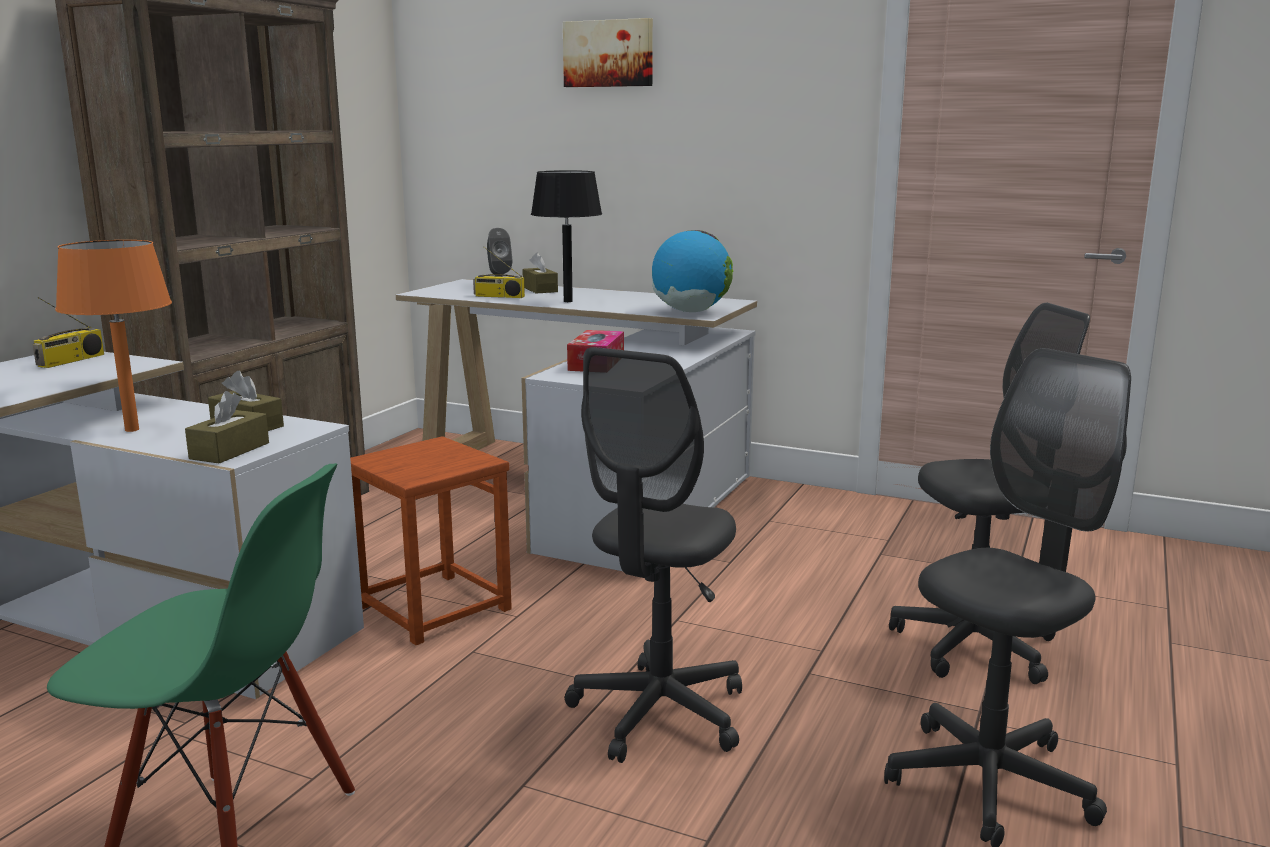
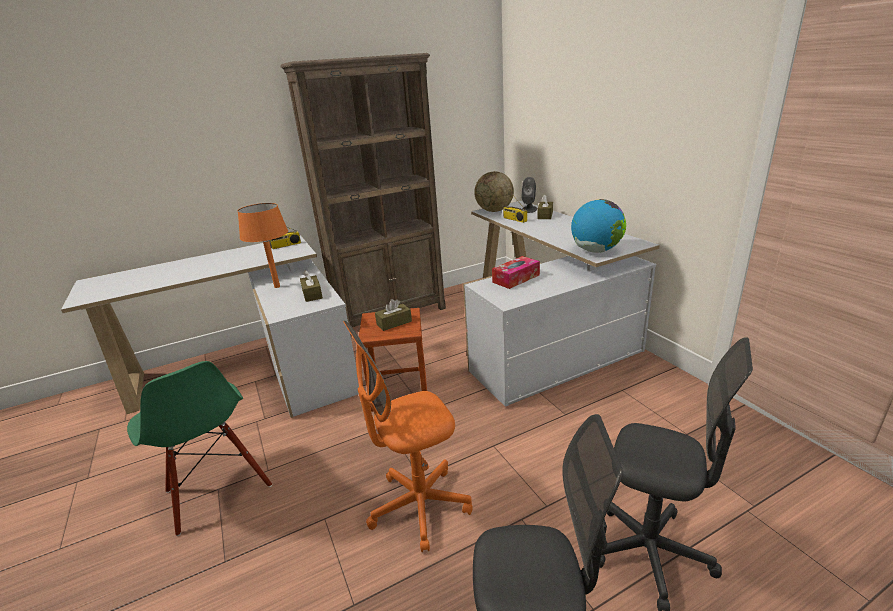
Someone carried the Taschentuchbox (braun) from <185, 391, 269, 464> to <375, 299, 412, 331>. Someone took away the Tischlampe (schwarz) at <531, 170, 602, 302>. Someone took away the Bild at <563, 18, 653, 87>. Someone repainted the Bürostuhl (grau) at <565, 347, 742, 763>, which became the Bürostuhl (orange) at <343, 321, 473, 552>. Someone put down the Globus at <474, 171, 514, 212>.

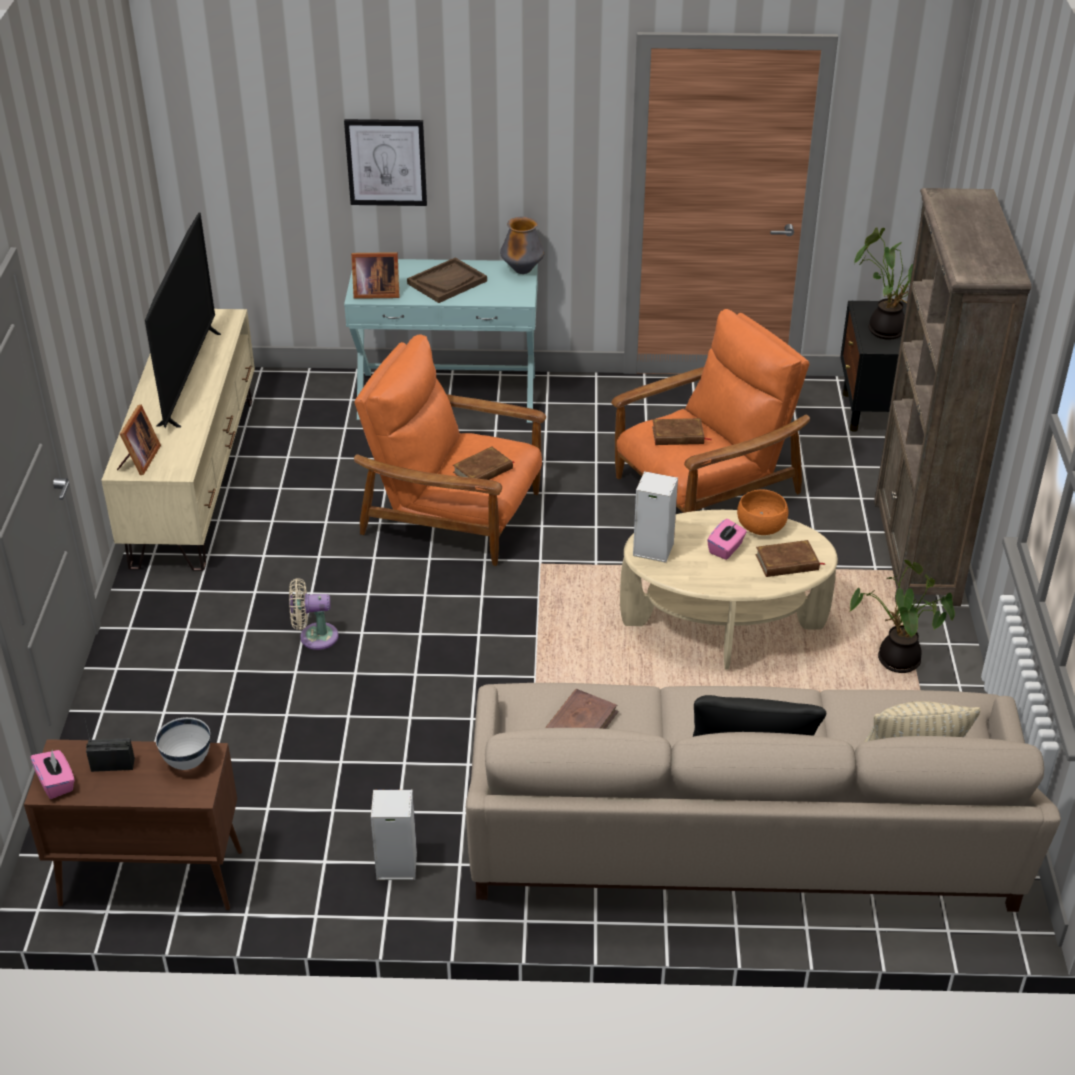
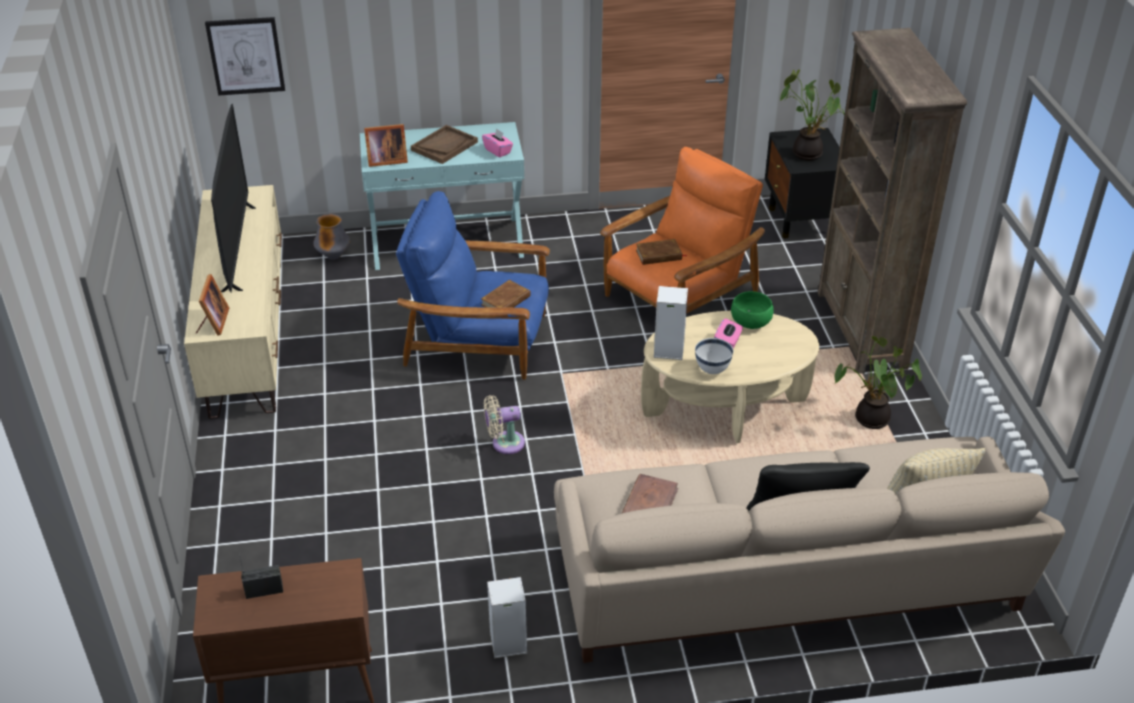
Someone carried the Taschentuchbox (rosa) from <31, 750, 75, 799> to <482, 128, 513, 157>. Someone carried the Schüssel (weiß) from <156, 717, 210, 770> to <695, 338, 734, 374>. Someone carried the Ventilator (beige) from <289, 578, 339, 650> to <484, 395, 525, 454>. Someone carried the Bild from <344, 119, 427, 206> to <205, 17, 285, 96>. Someone repainted the Sessel (orange) at <354, 334, 546, 566>, which became the Sessel (blau) at <396, 191, 550, 380>. Someone carried the Vase from <500, 216, 545, 274> to <313, 214, 350, 260>. Someone repainted the Schüssel (orange) at <737, 489, 788, 535>, which became the Schüssel (grün) at <731, 291, 774, 329>. Someone took away the Buch (braun) at <755, 540, 826, 577>.

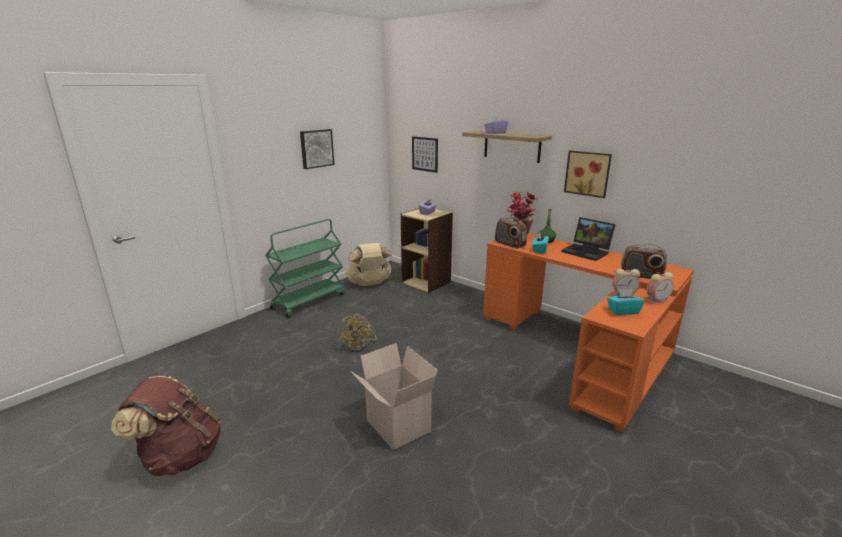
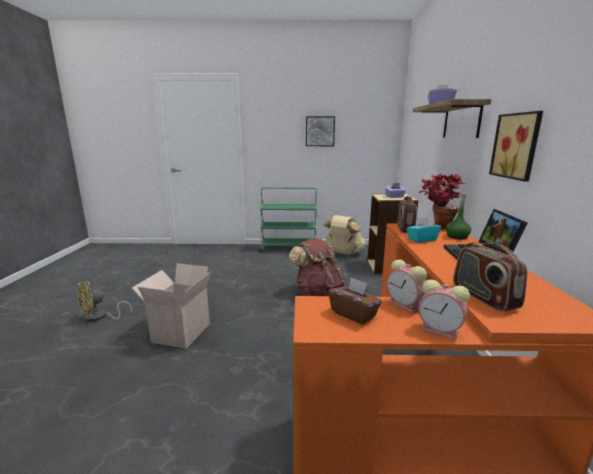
Someone carried the Rucksack (braun) from <111, 376, 221, 476> to <289, 238, 345, 296>. Someone carried the Ventilator (gelb) from <338, 314, 377, 352> to <77, 281, 132, 322>. Someone took away the Bild at <412, 136, 438, 173>. Someone repainted the Taschentuchbox (türkis) at <607, 289, 645, 315>, which became the Taschentuchbox (braun) at <328, 277, 382, 325>.

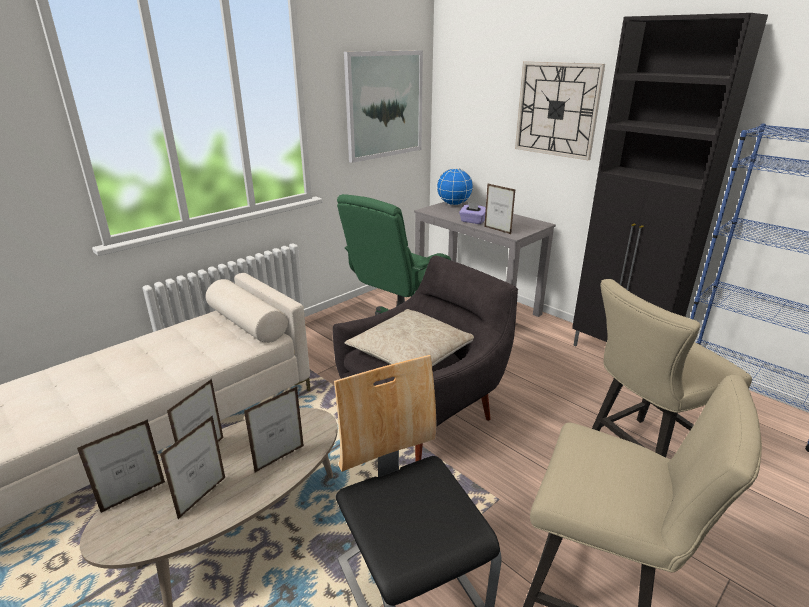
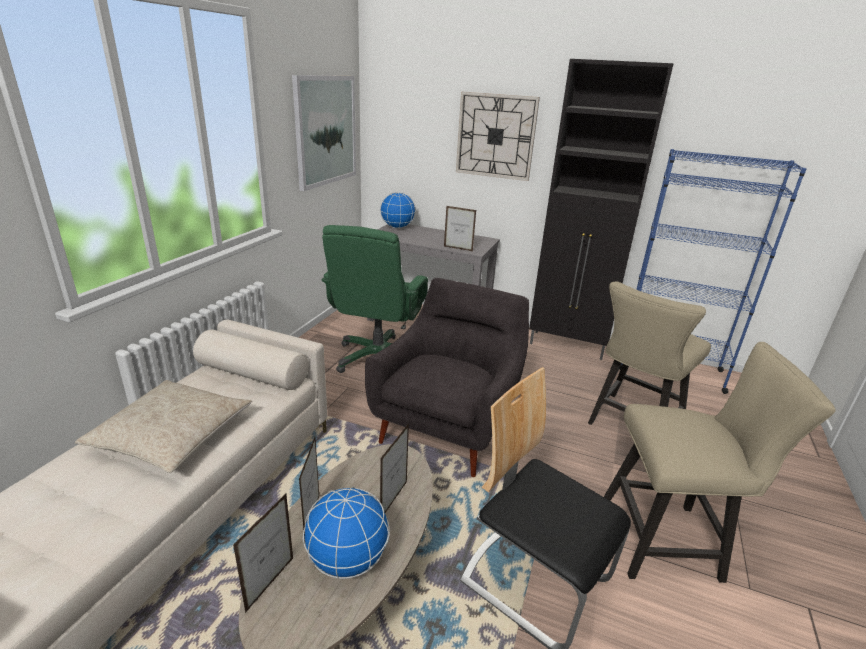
Someone swapped the Bilderrahmen at <160, 415, 226, 519> for the Globus at <303, 487, 390, 579>. Someone carried the Kissen (beige) from <344, 309, 474, 367> to <75, 380, 252, 473>. Someone took away the Taschentuchbox (lila) at <459, 202, 486, 224>.

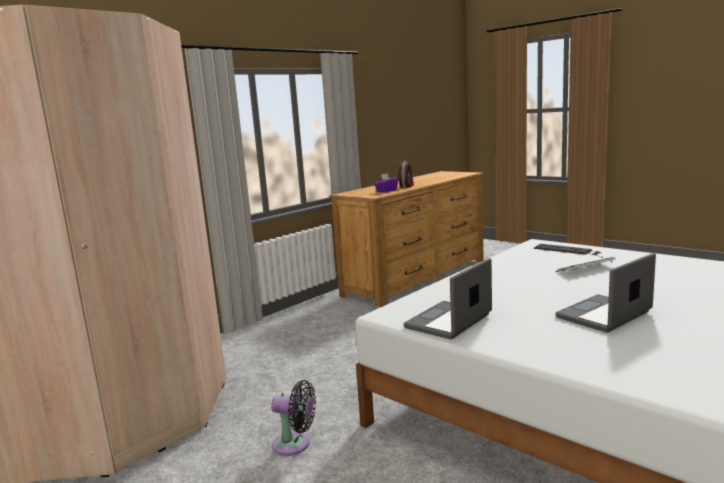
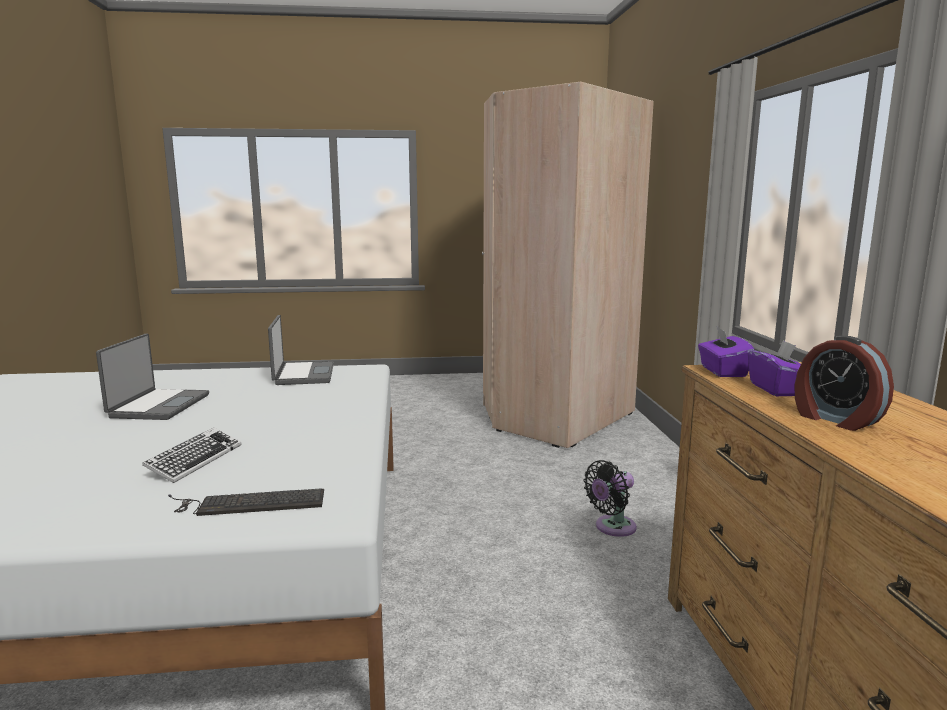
Someone carried the Ventilator (schwarz) from <271, 380, 316, 456> to <584, 460, 637, 537>. Someone put down the Taschentuchbox (lila) at <698, 327, 754, 377>.

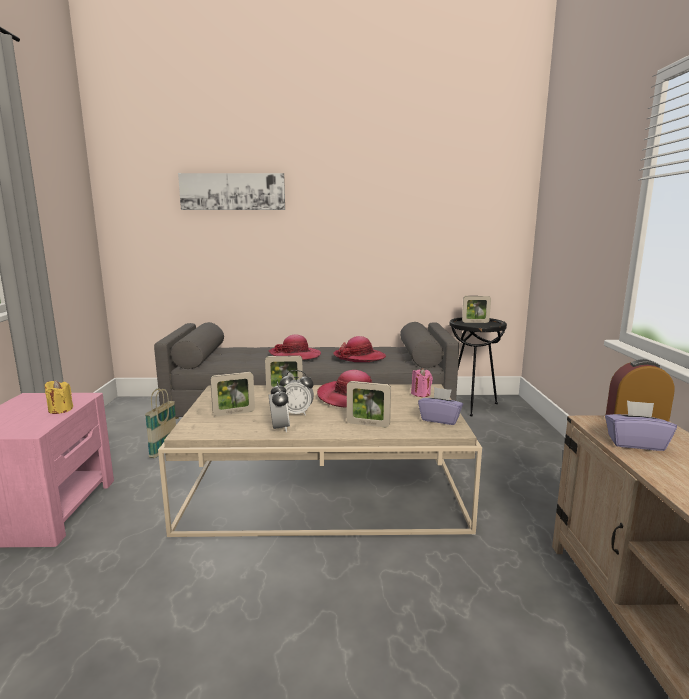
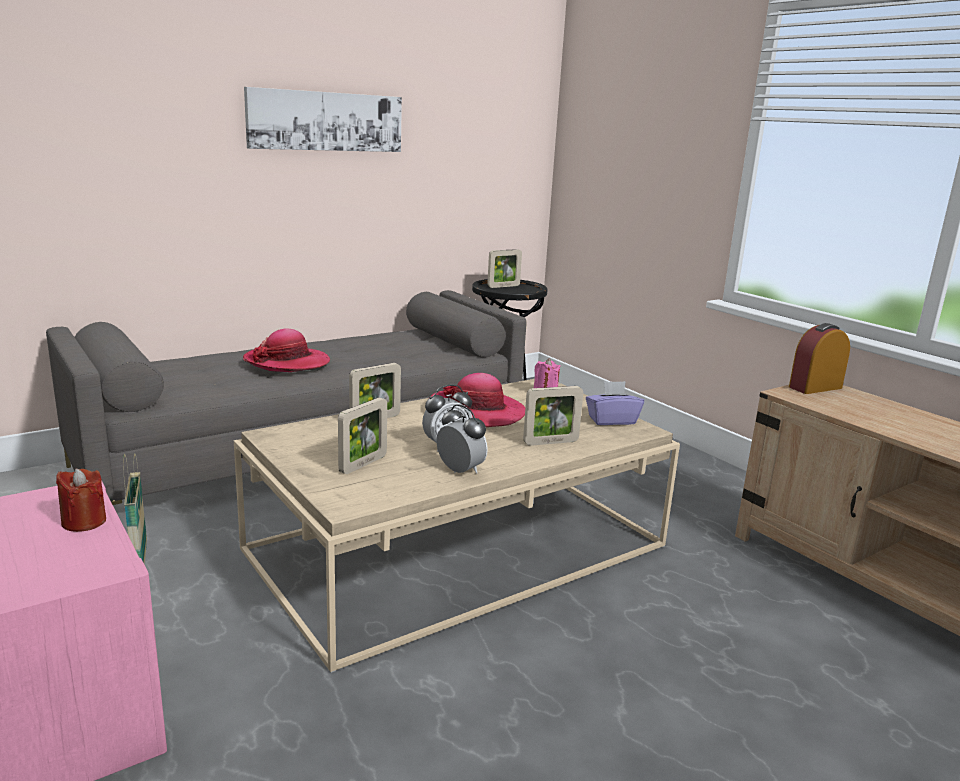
Someone repainted the Kerze (gelb) at <45, 380, 73, 414>, which became the Kerze (rot) at <56, 469, 106, 532>. Someone carried the Bild from <178, 173, 285, 210> to <244, 87, 402, 152>. Someone took away the Hut at <333, 336, 386, 362>. Someone took away the Taschentuchbox (lila) at <605, 401, 677, 451>.

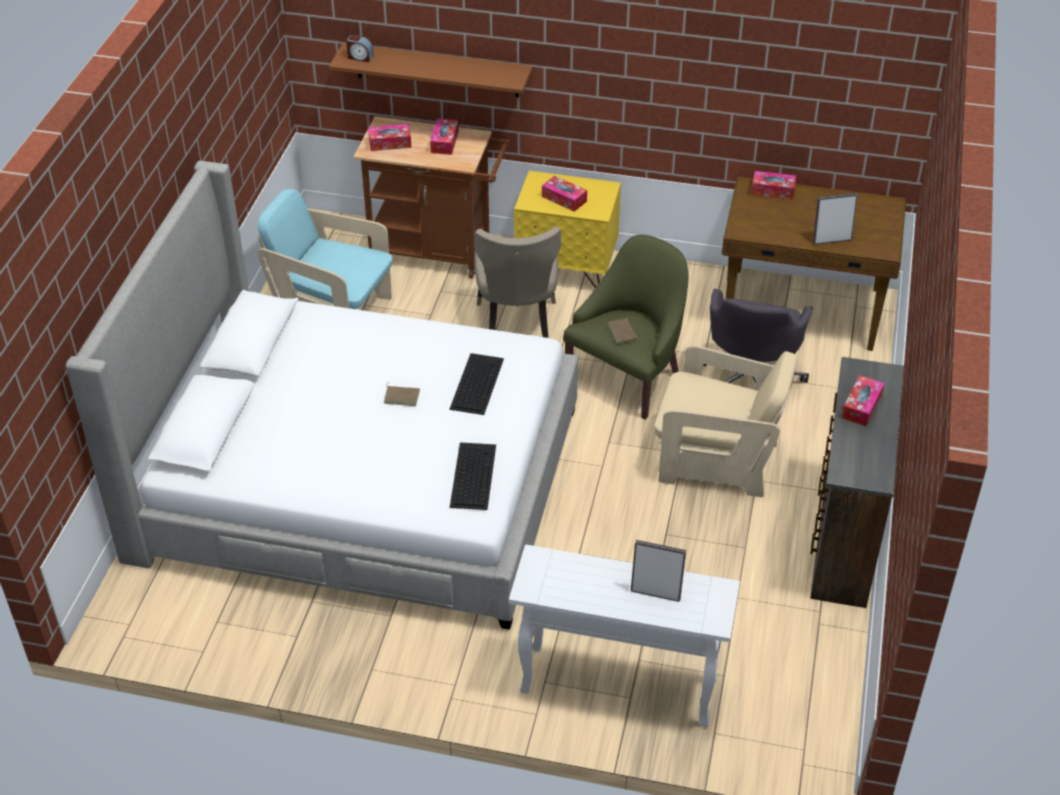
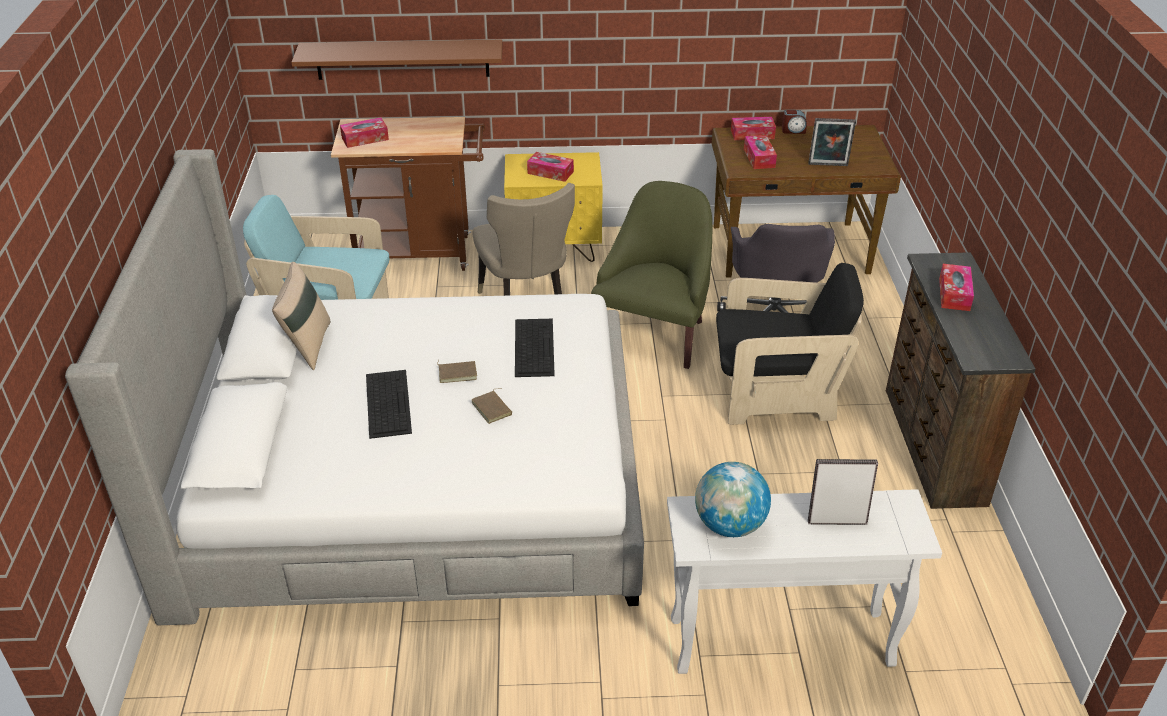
Someone carried the Wecker from <346, 35, 374, 62> to <782, 110, 807, 134>. Someone carried the Taschentuchbox from <430, 118, 459, 155> to <744, 135, 777, 169>. Someone carried the Tastatur from <450, 442, 496, 510> to <366, 370, 412, 439>. Someone carried the Buch (braun) from <608, 317, 638, 344> to <471, 388, 512, 424>. Someone repainted the Sessel (beige) at <654, 345, 797, 497>, which became the Sessel (schwarz) at <716, 263, 864, 425>. Someone rotated the Bilderrahmen at <813, 193, 858, 245> by 150 degrees counterclockwise. Someone put down the Kissen (beige) at <272, 262, 331, 370>. Someone put down the Globus at <695, 462, 771, 537>.

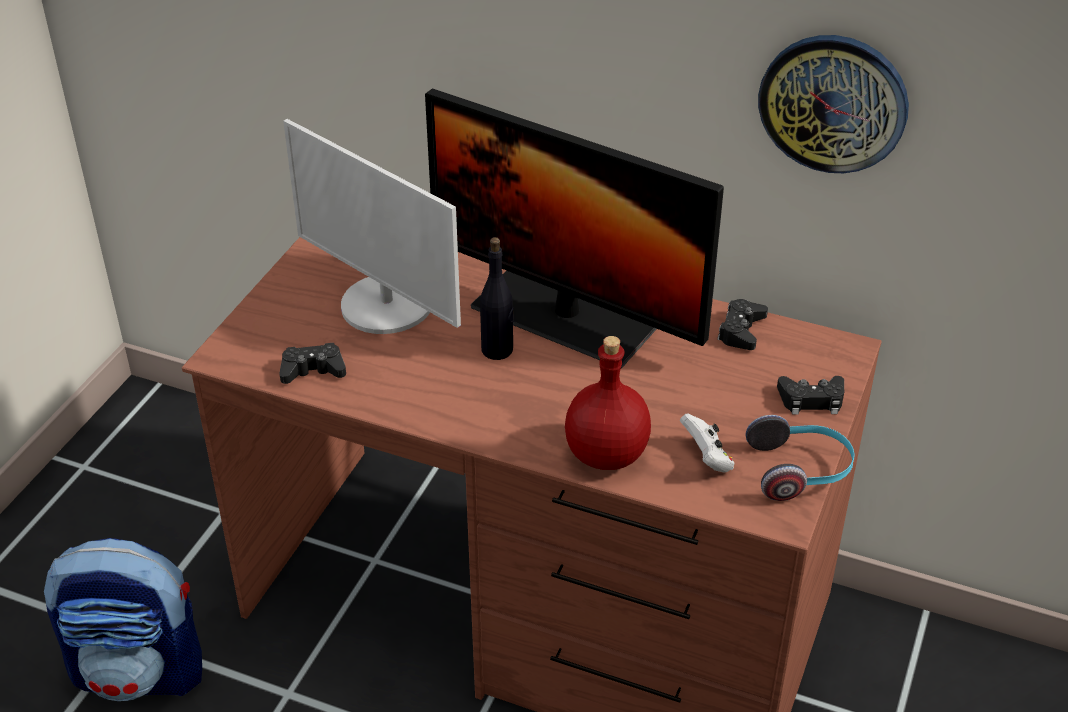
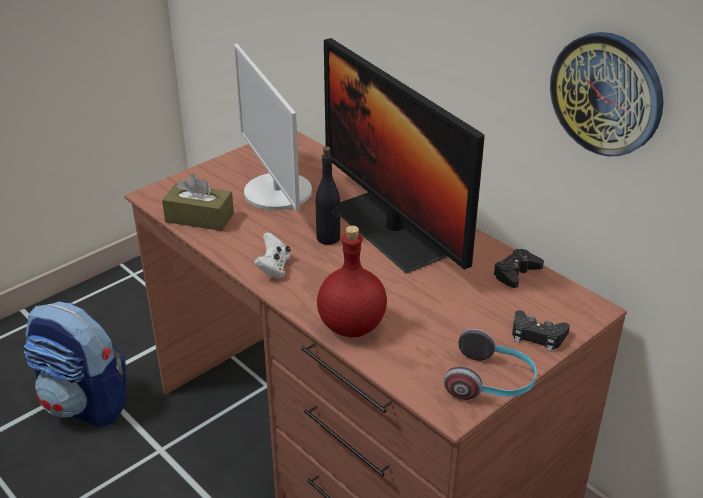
Someone swapped the Gamepad (schwarz) at <279, 343, 346, 384> for the Taschentuchbox (braun) at <162, 174, 234, 231>. Someone carried the Gamepad (weiß) from <680, 413, 734, 473> to <254, 232, 291, 278>.

